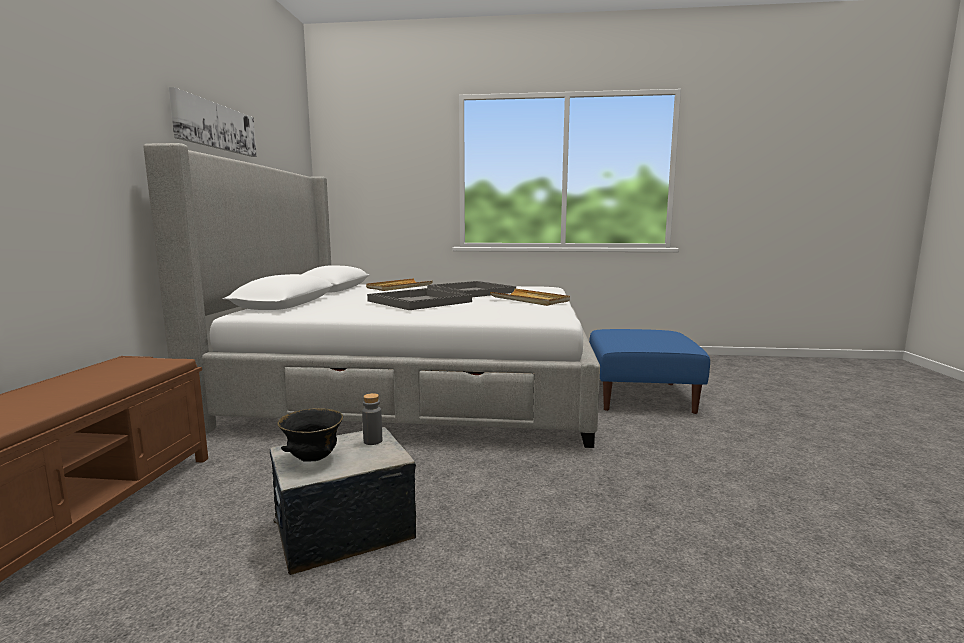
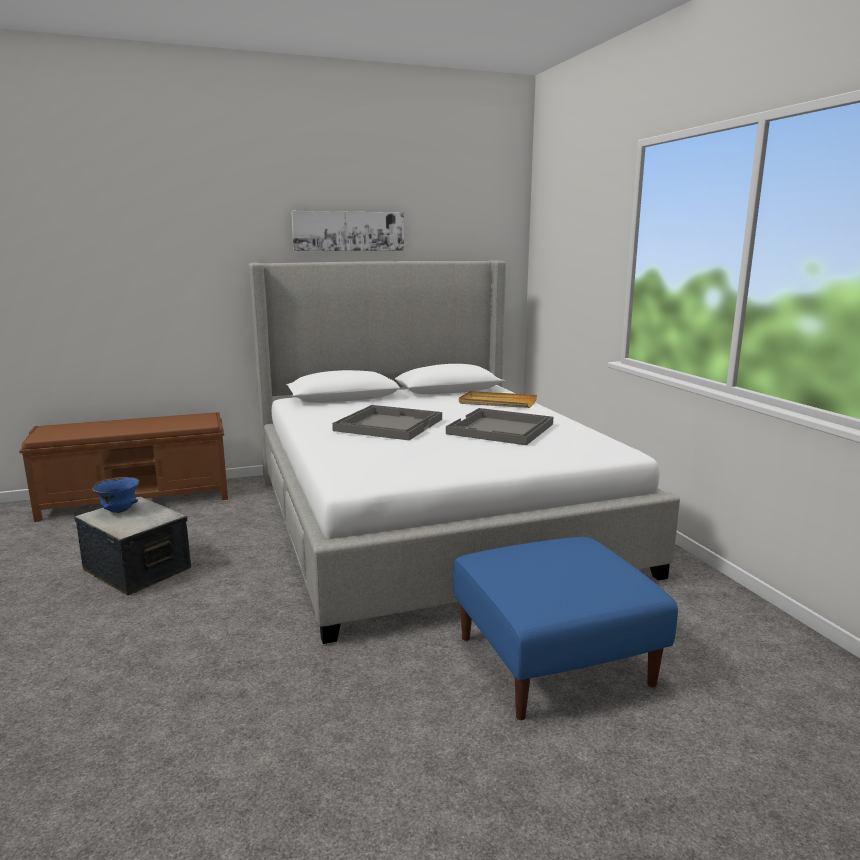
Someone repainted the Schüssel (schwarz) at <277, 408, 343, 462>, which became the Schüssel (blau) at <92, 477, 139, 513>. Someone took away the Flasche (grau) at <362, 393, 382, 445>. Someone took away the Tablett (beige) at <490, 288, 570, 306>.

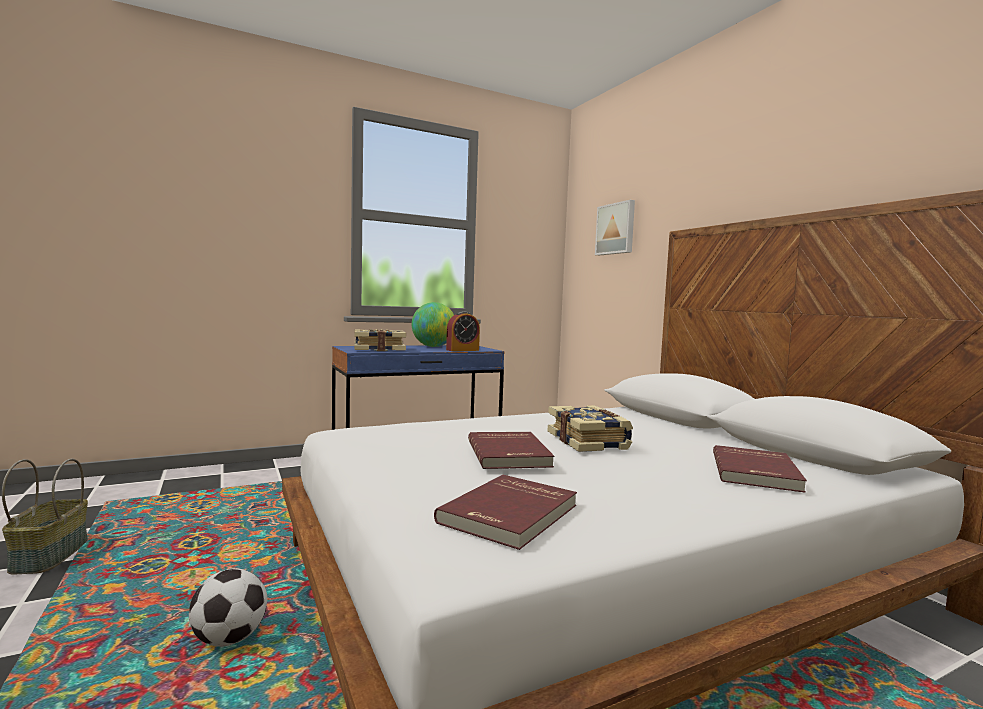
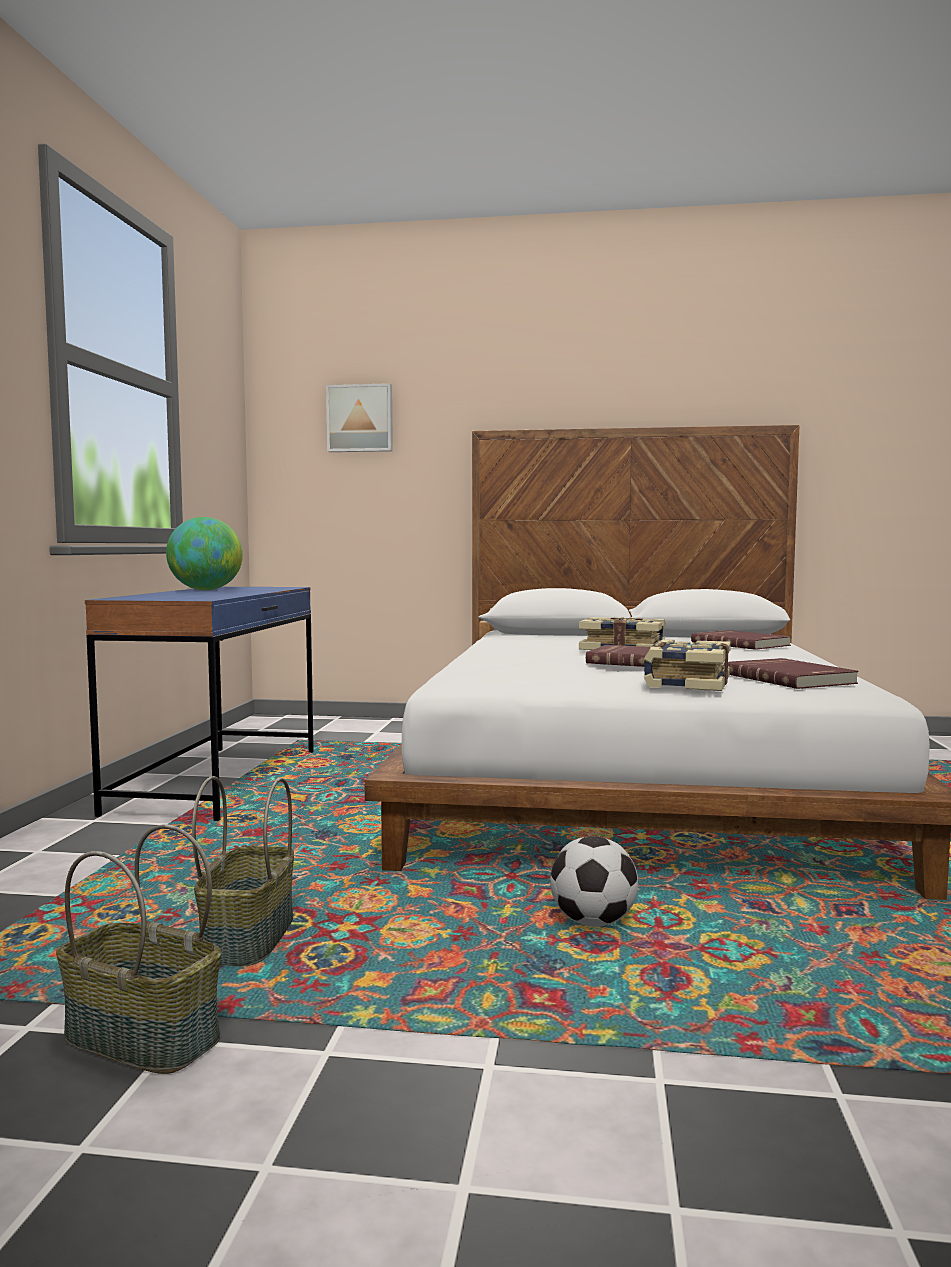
Someone carried the Buch from <354, 329, 406, 351> to <644, 639, 731, 691>. Someone took away the Wecker at <446, 311, 480, 351>. Someone put down the Korb at <192, 776, 294, 967>.

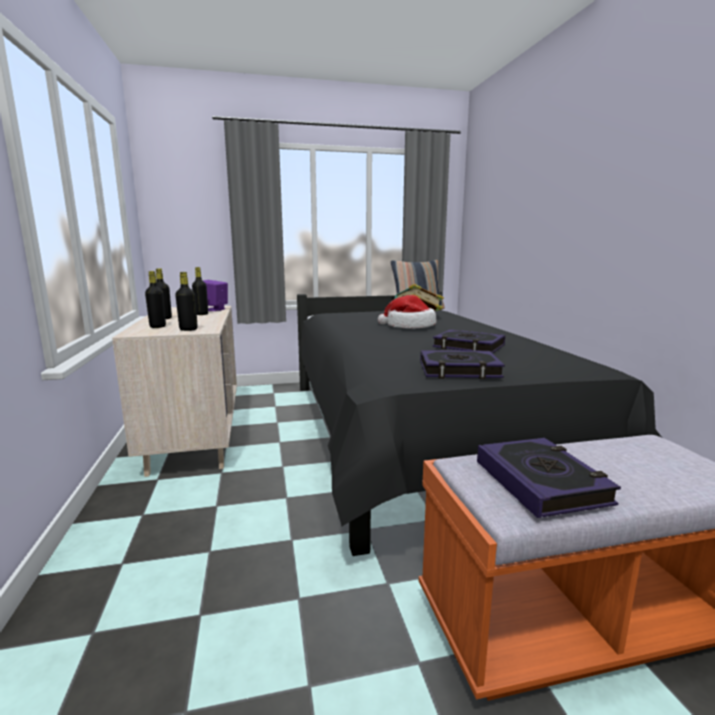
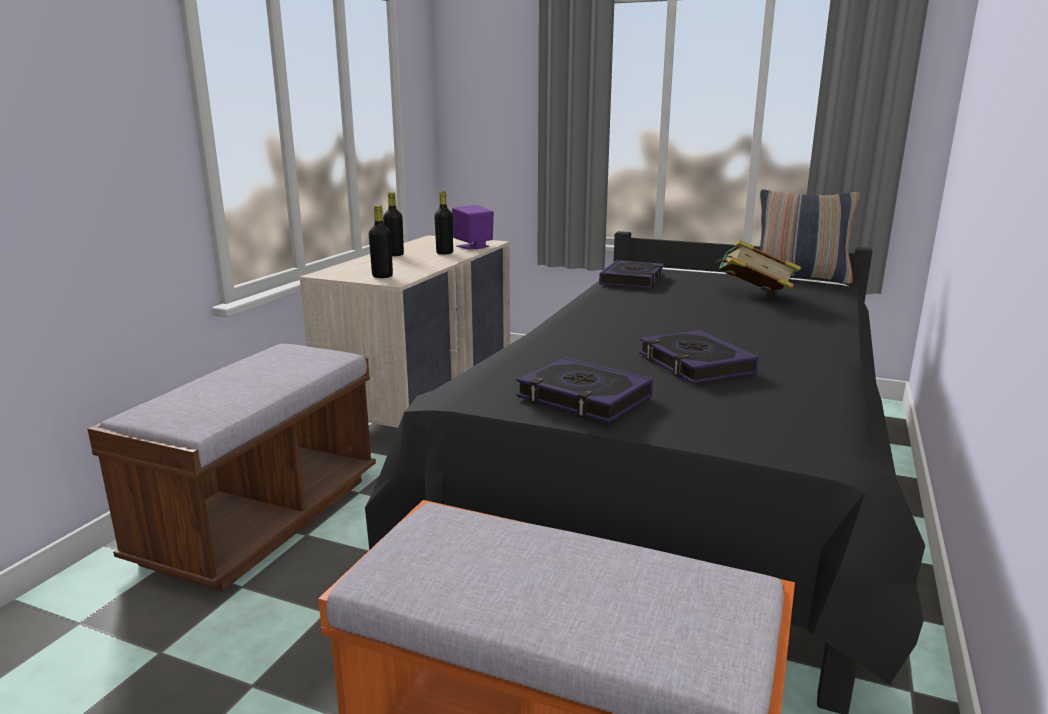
Someone took away the Flasche (schwarz) at <145, 271, 166, 328>. Someone took away the Hut at <378, 295, 437, 329>. Someone carried the Buch from <477, 438, 621, 518> to <599, 260, 664, 289>. Someone put down the Bank (braun) at <88, 344, 376, 592>.

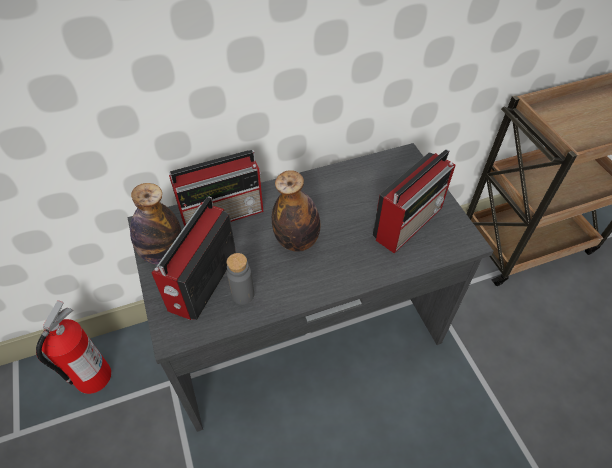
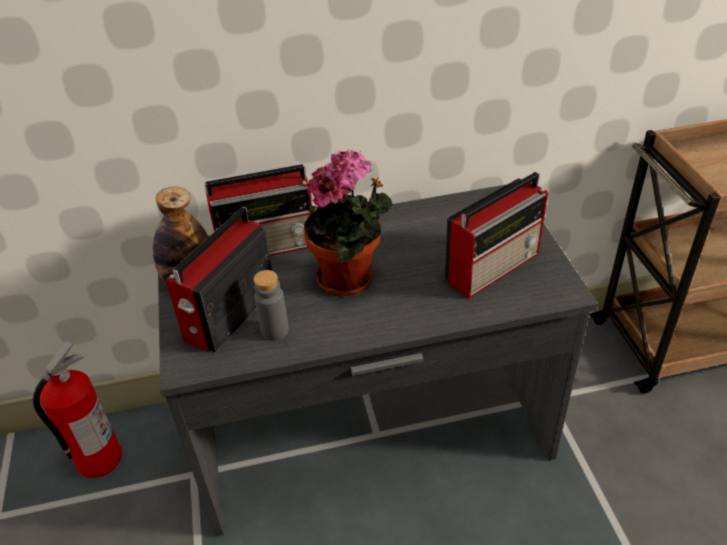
Someone swapped the Flasche at <272, 170, 320, 252> for the Topfpflanze at <304, 150, 393, 296>.

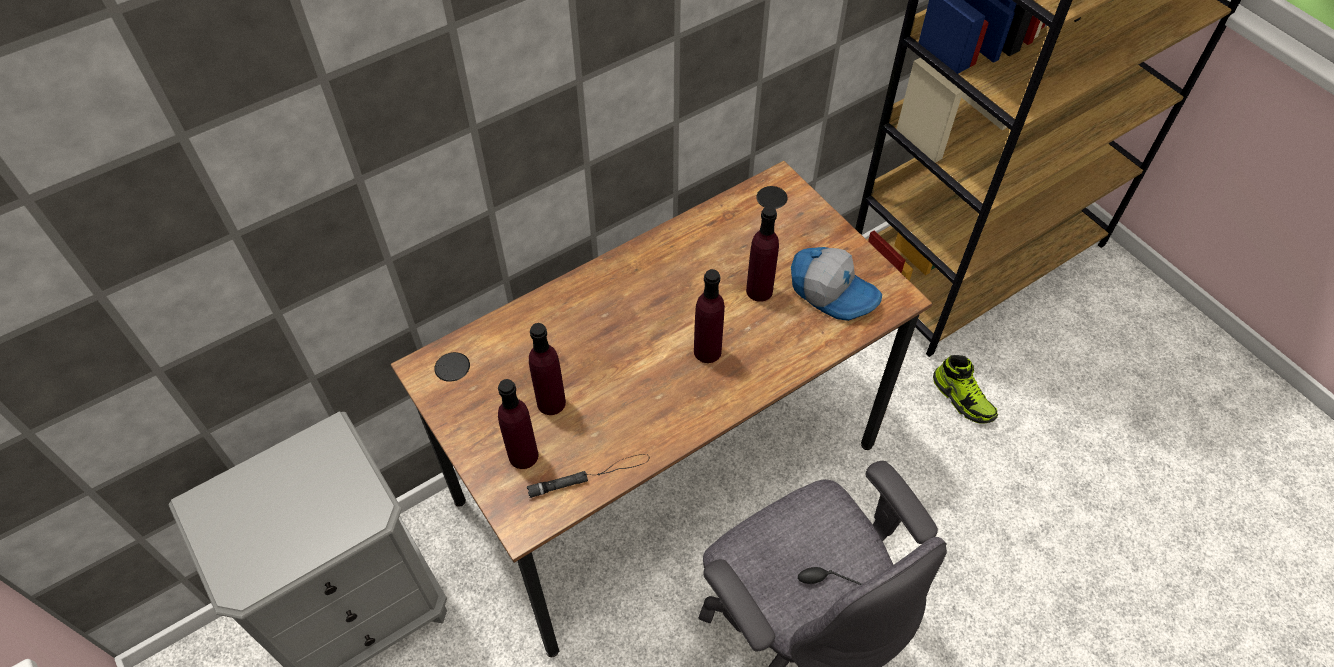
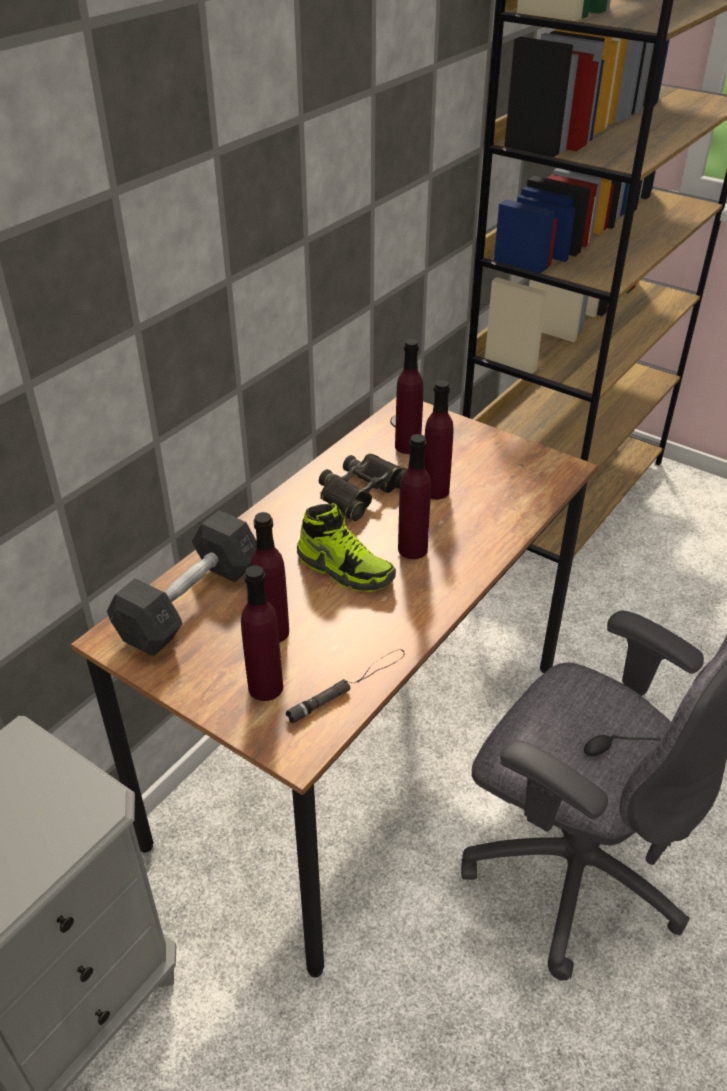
Someone took away the Kappe at <791, 247, 882, 321>. Someone carried the Schuh from <933, 355, 998, 424> to <297, 503, 396, 592>. Someone put down the Hantel (grau) at <107, 510, 256, 656>. Someone put down the Fernglas (schwarz) at <319, 454, 407, 521>. Someone put down the Flasche (lila) at <395, 339, 423, 454>.

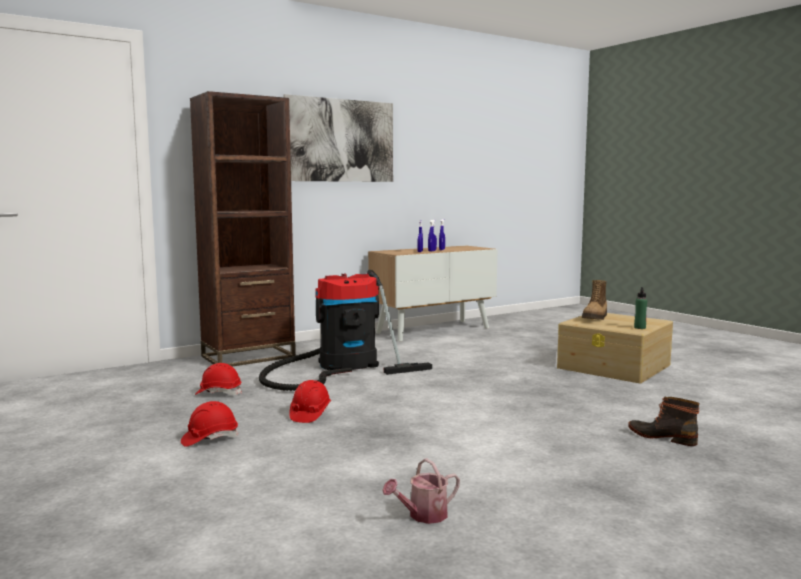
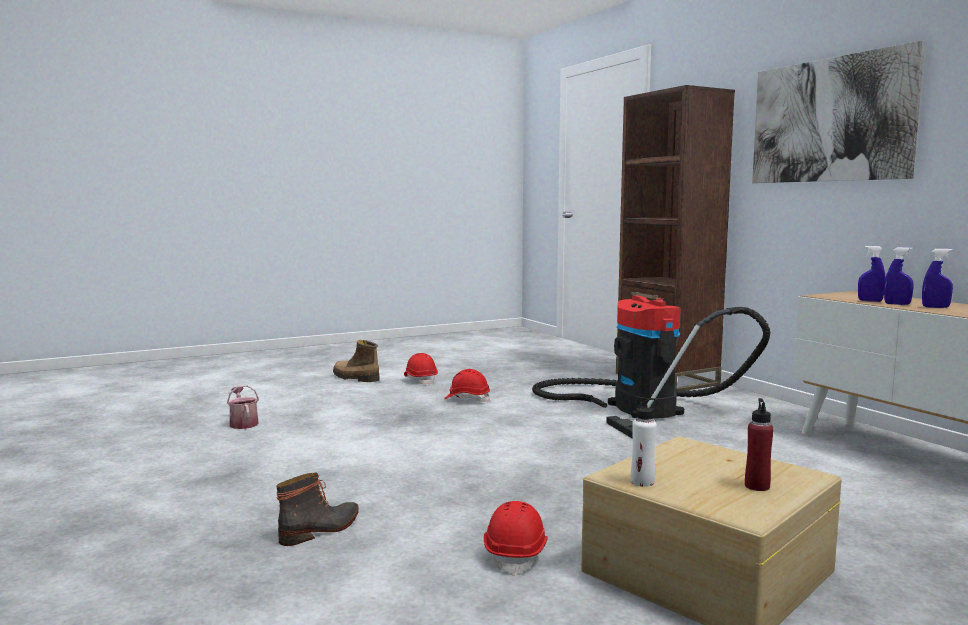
Someone carried the Schutzhelm (rot) from <195, 363, 242, 395> to <484, 501, 548, 576>. Someone carried the Stiefel from <582, 280, 607, 320> to <333, 340, 380, 382>. Someone repainted the Flasche (grün) at <634, 287, 647, 329>, which became the Flasche (weiß) at <631, 397, 658, 487>. Someone put down the Flasche (rot) at <745, 398, 774, 491>.

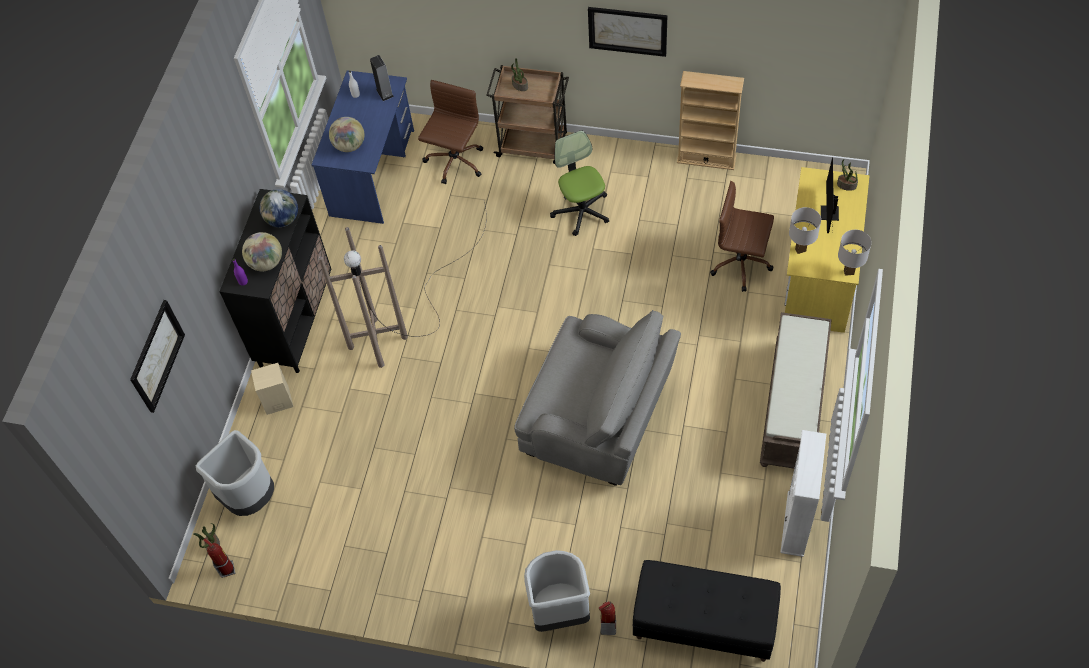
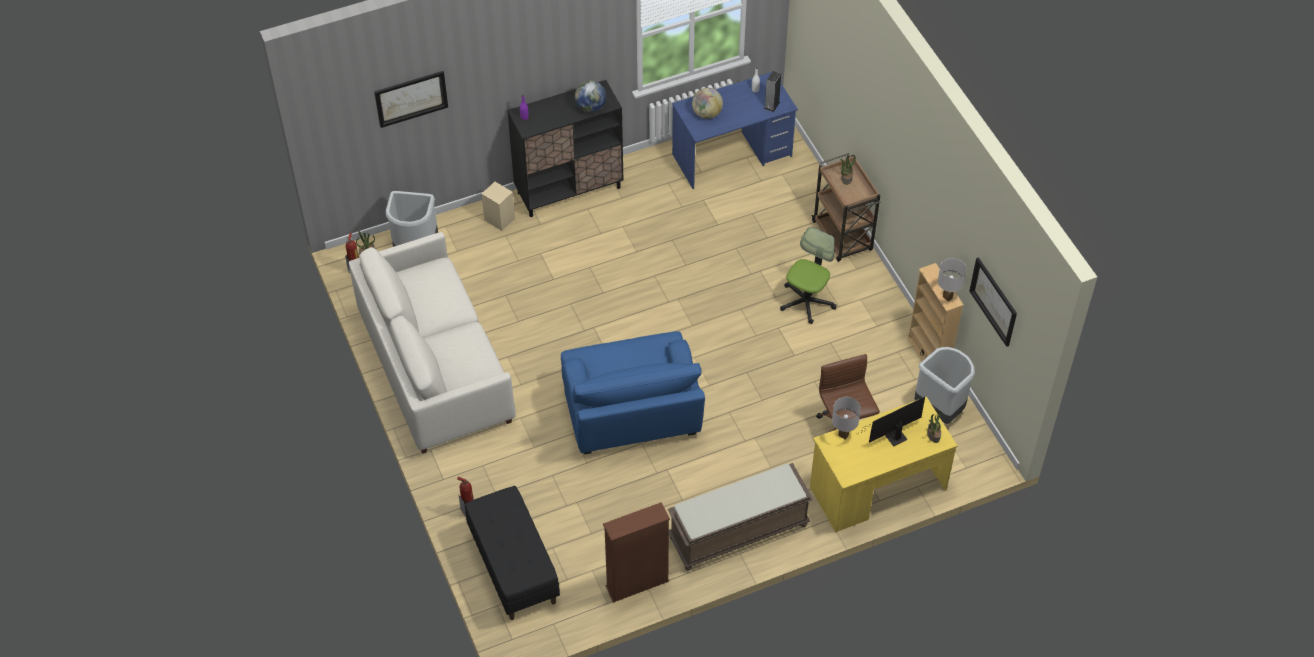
Someone took away the Globus at <242, 232, 282, 271>. Someone took away the Stehlampe (braun) at <319, 202, 487, 368>. Someone took away the Bürostuhl (braun) at <418, 80, 483, 184>. Someone repainted the Sessel (grau) at <514, 310, 681, 486>, which became the Sessel (blau) at <561, 331, 705, 455>. Someone carried the Mülleimer (grau) from <524, 550, 590, 632> to <915, 347, 975, 424>. Someone carried the Bild from <588, 7, 667, 57> to <969, 257, 1017, 347>. Someone repainted the Bücherregal (weiß) at <780, 430, 826, 557>, which became the Bücherregal (braun) at <603, 502, 670, 603>. Someone carried the Tischlampe (weiß) from <838, 230, 872, 276> to <938, 258, 967, 302>. Someone put down the Sofa (weiß) at <349, 232, 516, 454>.

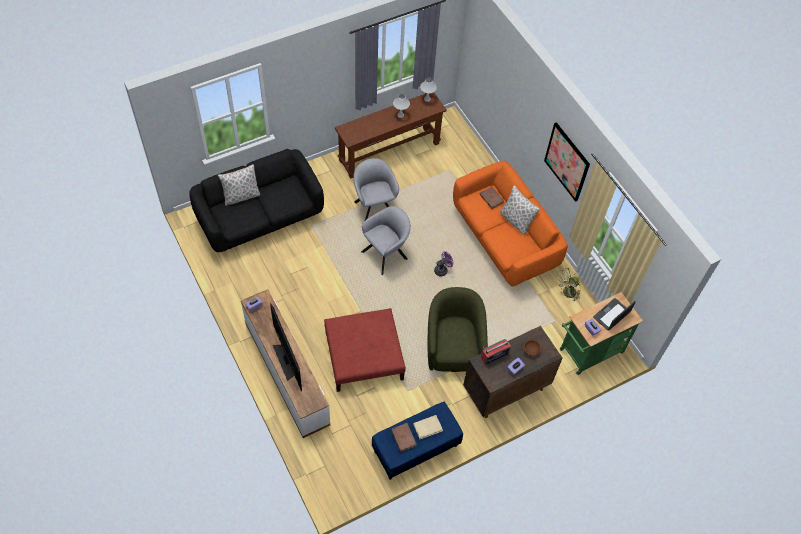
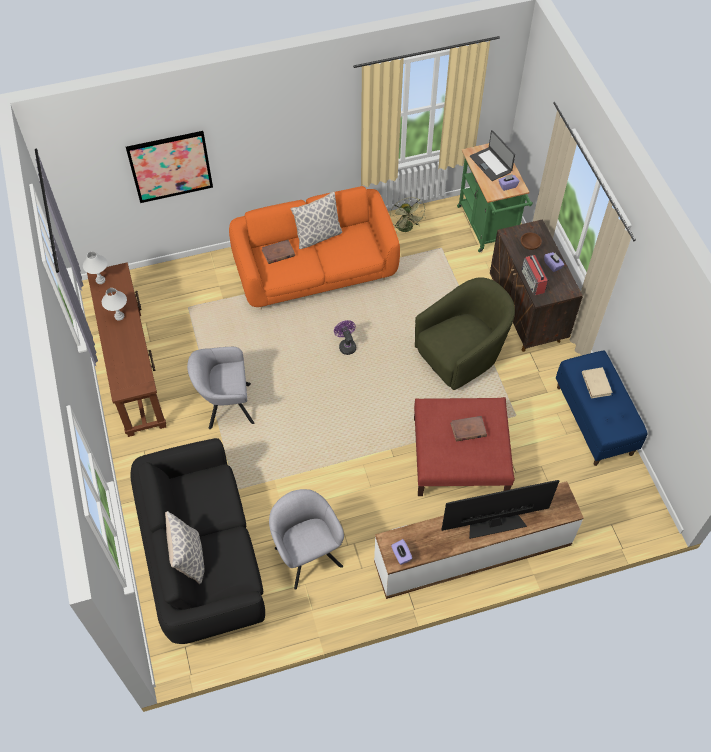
Someone carried the Sessel (grau) from <361, 206, 411, 275> to <269, 489, 344, 590>. Someone carried the Buch (braun) from <391, 423, 417, 452> to <450, 416, 487, 442>. Someone rotated the Sessel (grün) at <428, 287, 488, 372> by 135 degrees clockwise. Someone carried the Bild from <544, 122, 590, 202> to <126, 131, 213, 203>.

